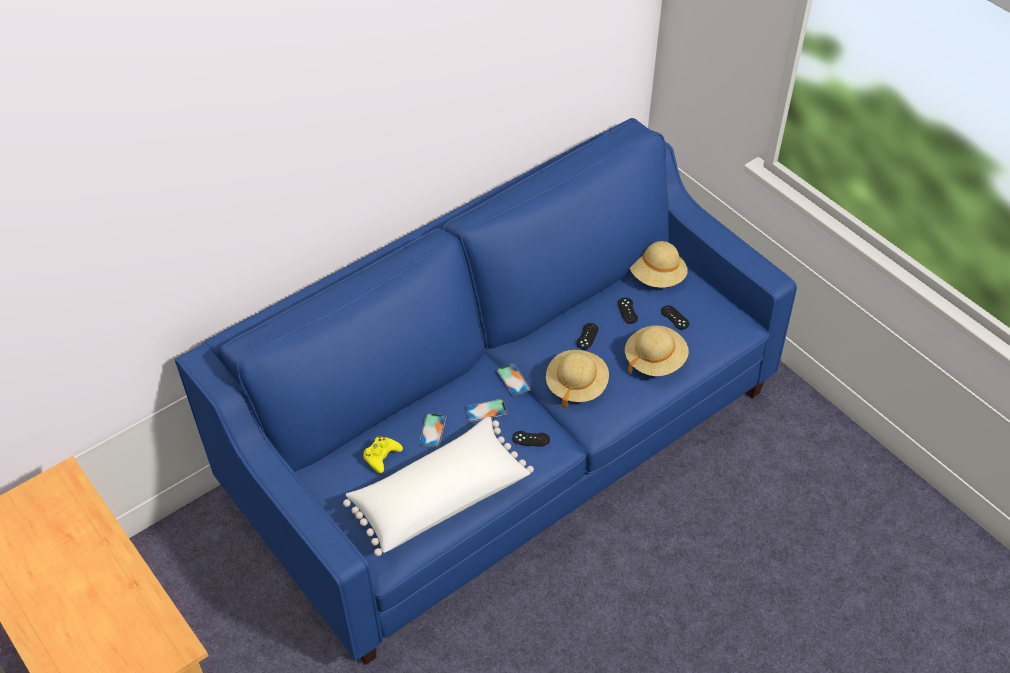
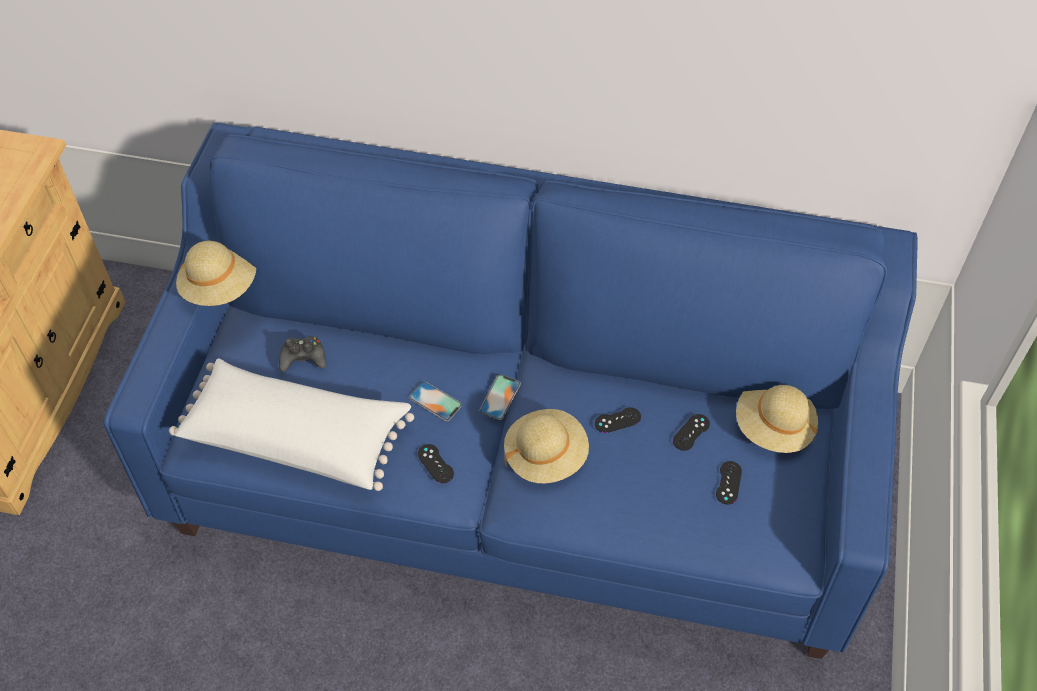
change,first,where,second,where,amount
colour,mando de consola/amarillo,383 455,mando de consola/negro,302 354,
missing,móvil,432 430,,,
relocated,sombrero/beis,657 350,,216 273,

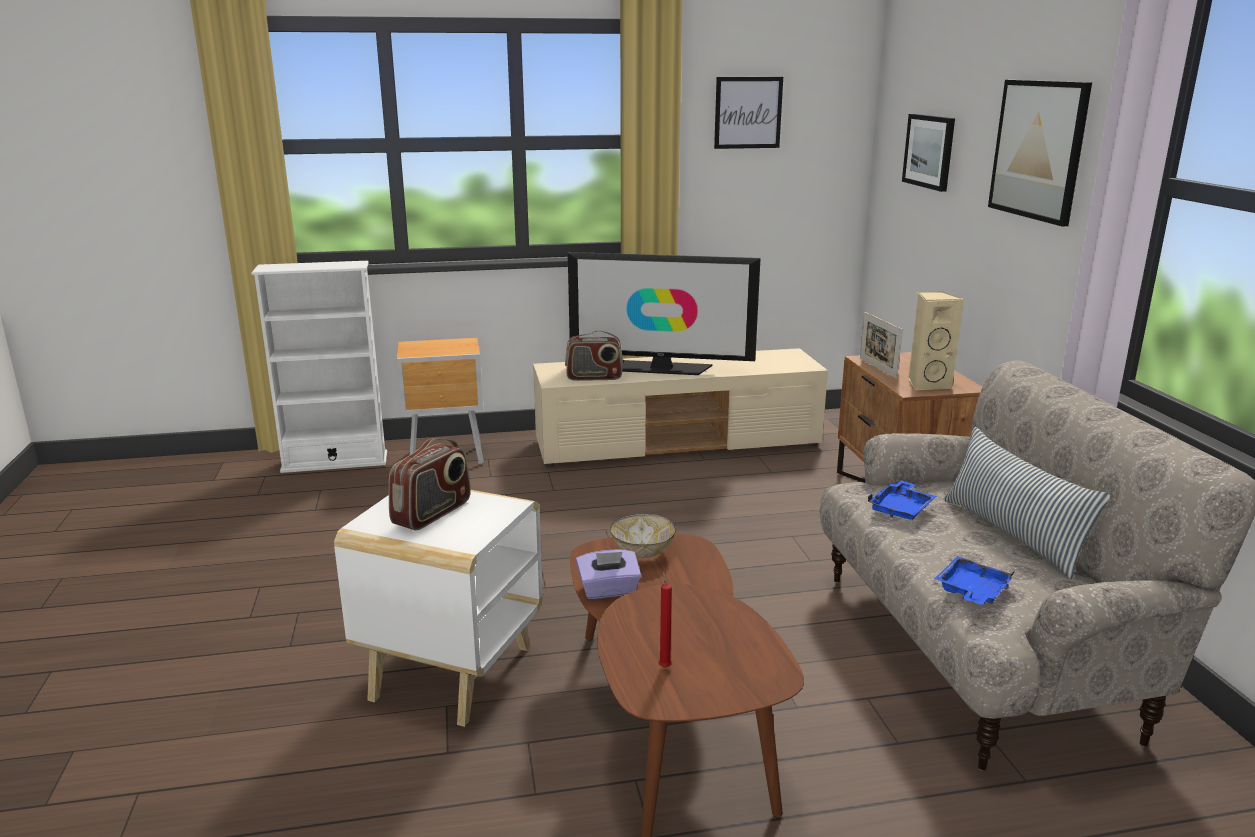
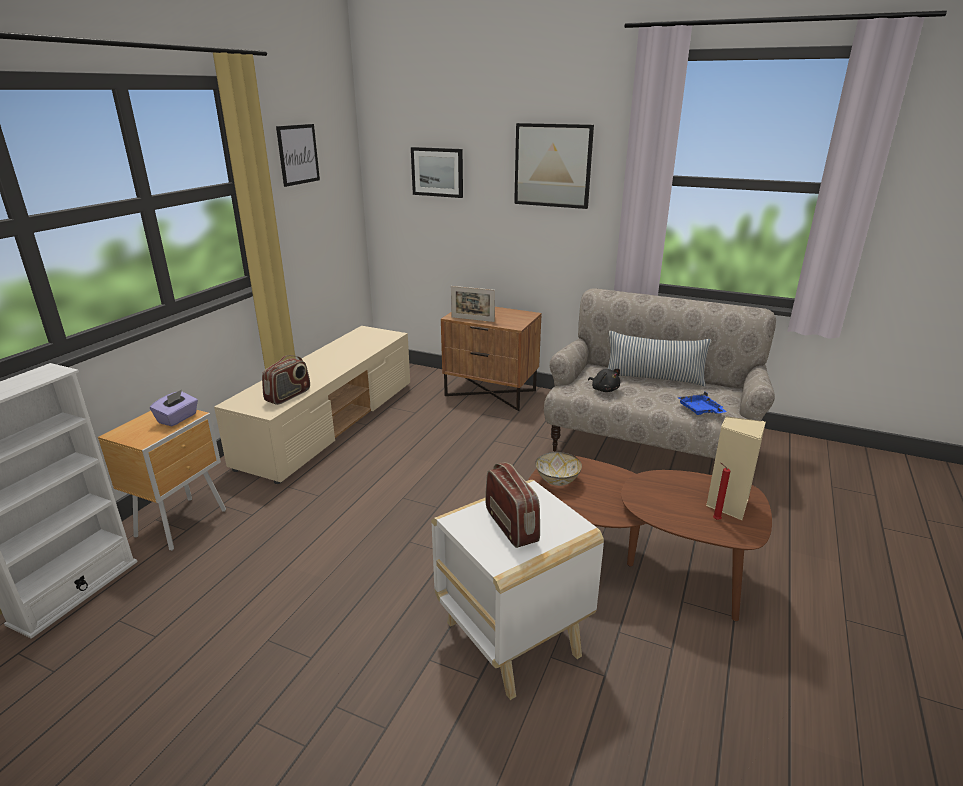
change,first,where,second,where,amount
missing,televisor,664 313,,,
relocated,caja de pañuelos/morado,608 574,,174 408,
exchanged,bandeja/azul,902 500,peluche/negro,604 380,
relocated,altavoz/beis,936 340,,736 468,

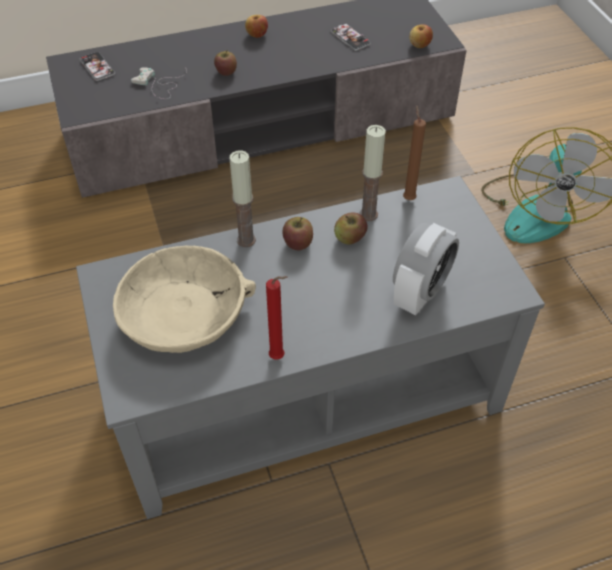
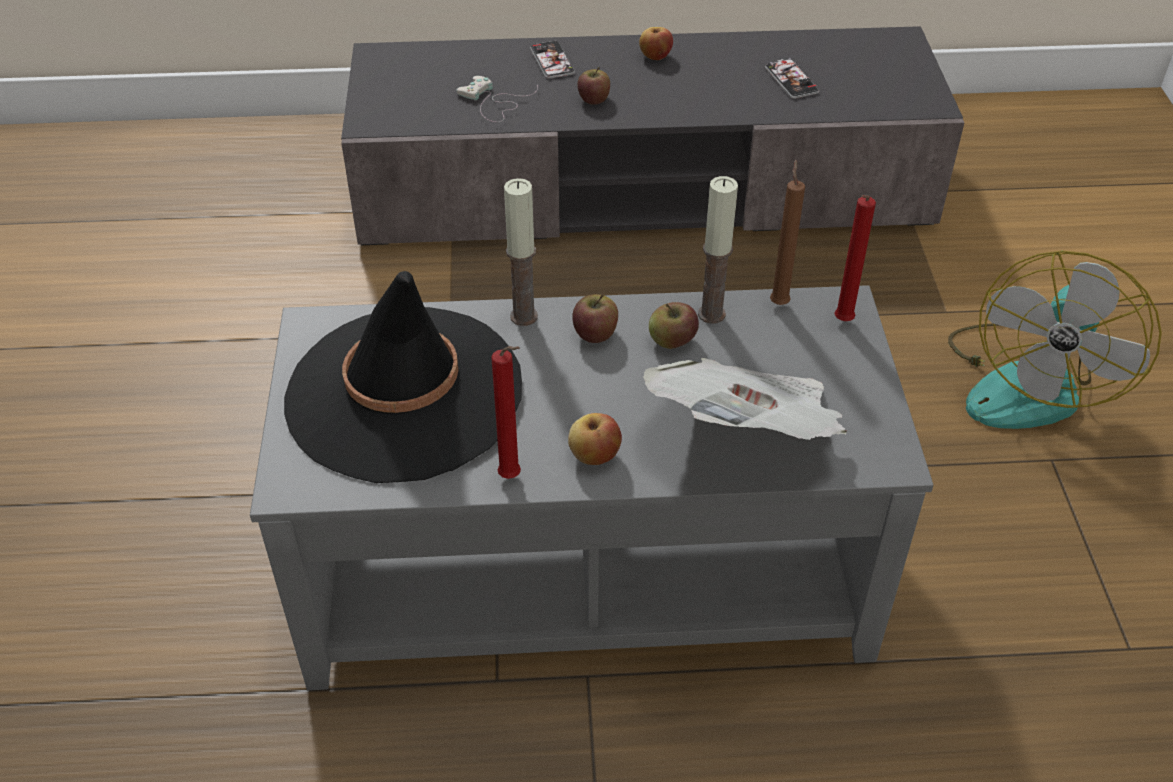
change,first,where,second,where,amount
relocated,móvil,97 66,,552 60,
exchanged,cuenco/beis,184 299,sombrero/negro,403 377,
exchanged,despertador,426 269,periódico,745 399,
relocated,manzana,421 36,,595 439,
appeared,,,vela/rojo,855 258,

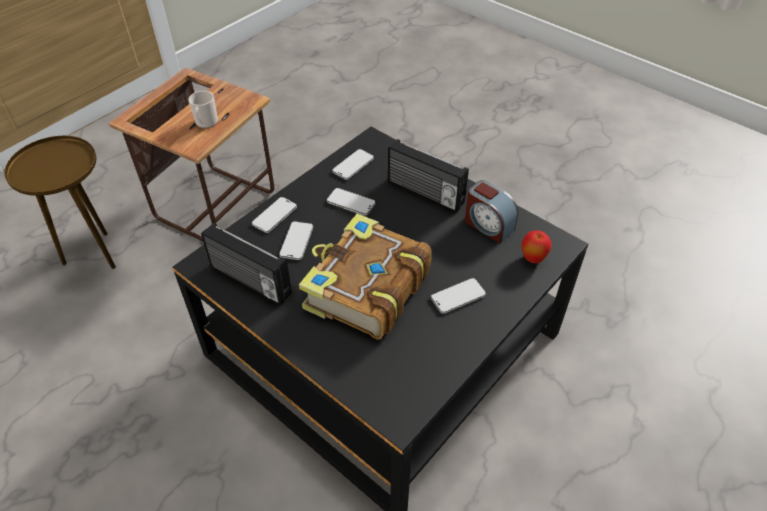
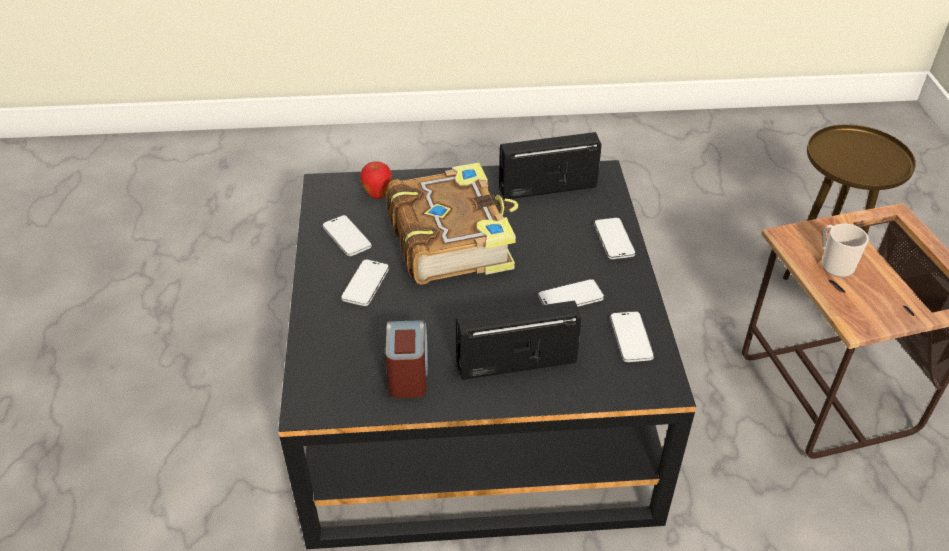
change,first,where,second,where,amount
relocated,móvil,296 240,,347 235,
spun,despertador,491 212,,406 359,90 degrees clockwise
relocated,manzana,537 247,,376 180,

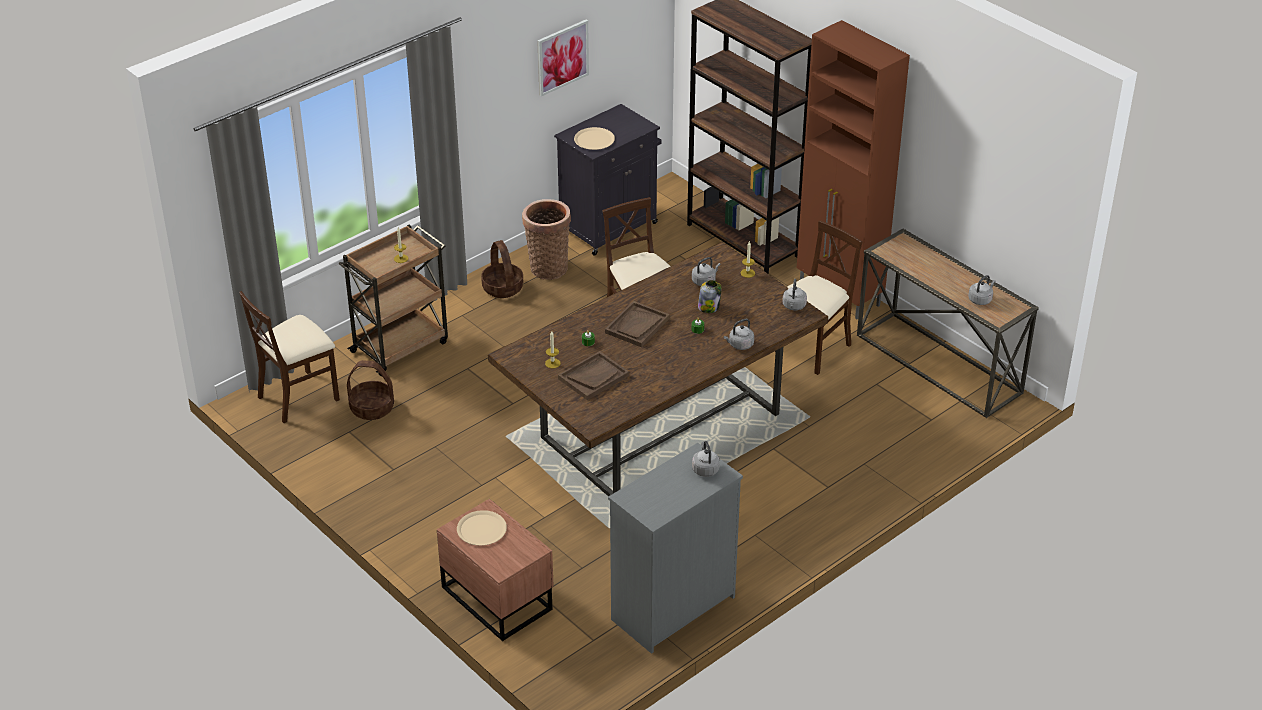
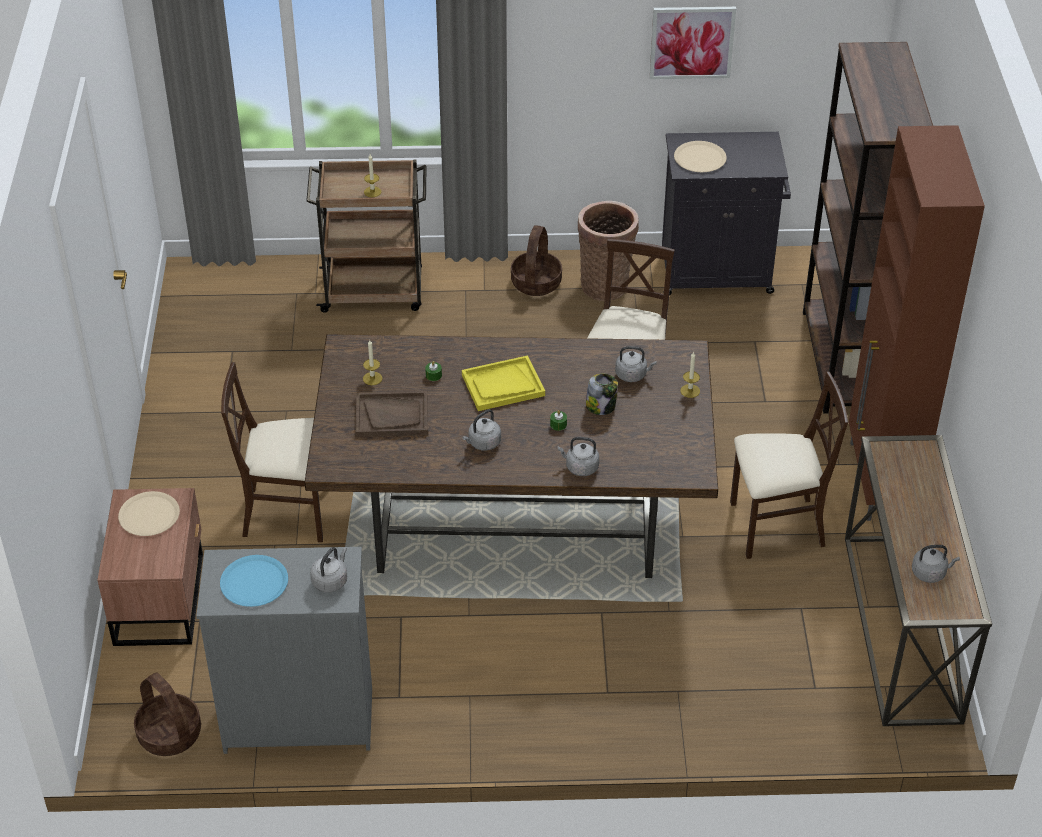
change,first,where,second,where,amount
relocated,silla/beis,289 357,,272 452,
relocated,cesta,370 390,,167 714,
colour,bandeja/marrón,637 324,bandeja/amarillo,503 383,
relocated,hervidor/gris,794 294,,481 430,
appeared,,,plato/azul,254 581,

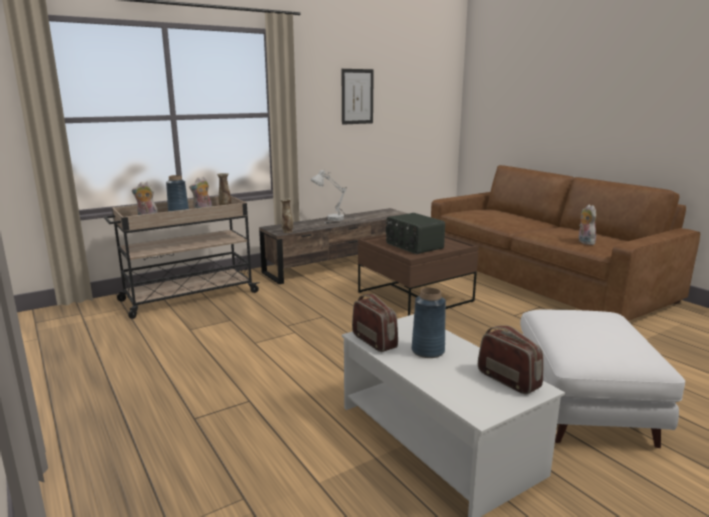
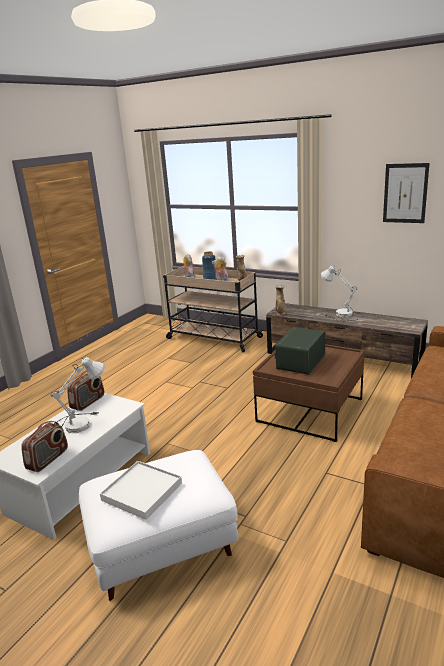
change,first,where,second,where,amount
exchanged,florero/azul,429 323,lámpara de mesa/blanco,78 395,
missing,peluche,587 224,,,
appeared,,,bandeja/blanco,141 490,

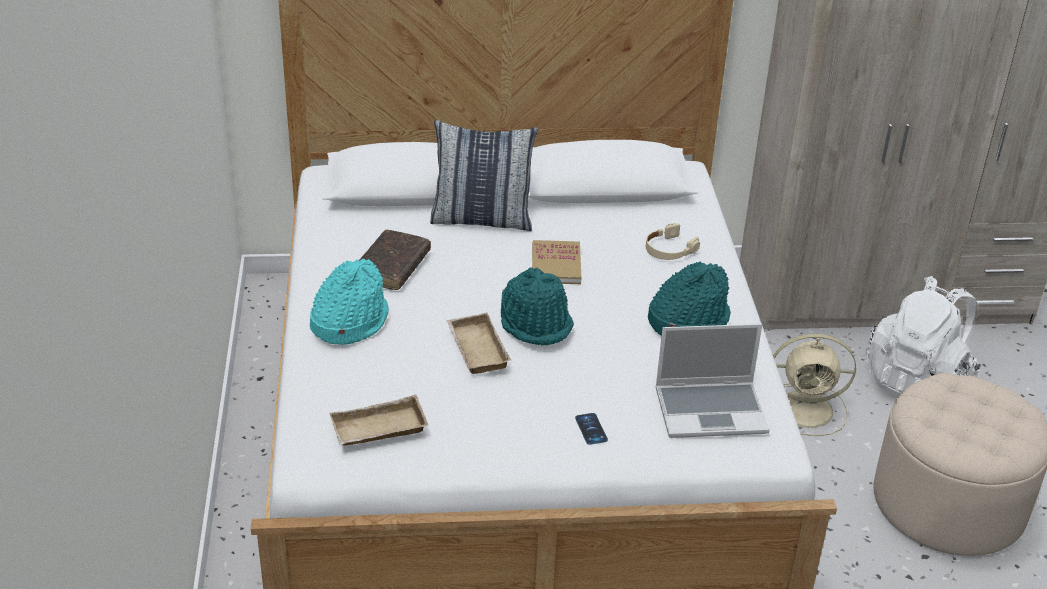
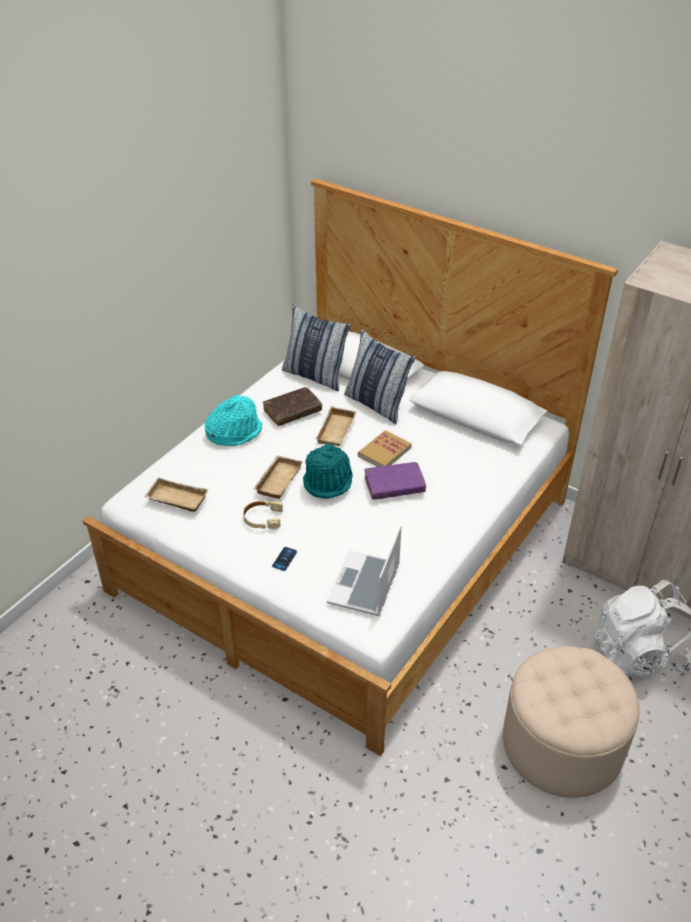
change,first,where,second,where,amount
relocated,auriculares/beis,673 241,,263 514,
missing,sombrero/turquesa,689 298,,,
spun,portátil,712 381,,364 570,75 degrees clockwise
missing,ventilador/beis,814 385,,,
appeared,,,cojín,316 347,
appeared,,,bandeja/beis,336 426,
appeared,,,libro/morado,395 480,

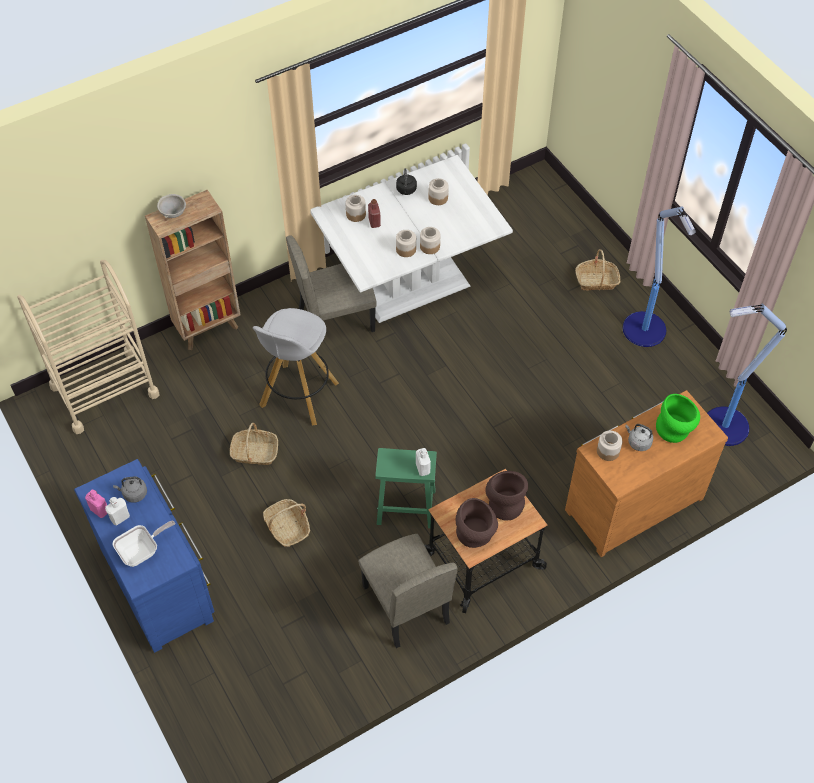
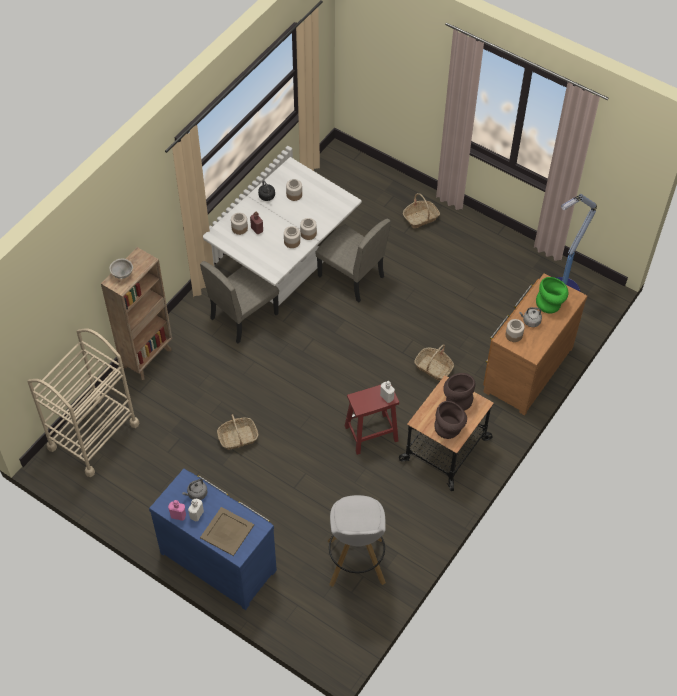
change,first,where,second,where,amount
exchanged,sartén,143 544,bandeja/beis,227 531,
relocated,taburete/blanco,296 366,,357 541,
relocated,cesta,286 523,,434 362,
relocated,silla/beis,408 591,,353 260,
colour,taburete/verde,406 488,taburete/rojo,372 420,
missing,lámpara de pie,659 276,,,

